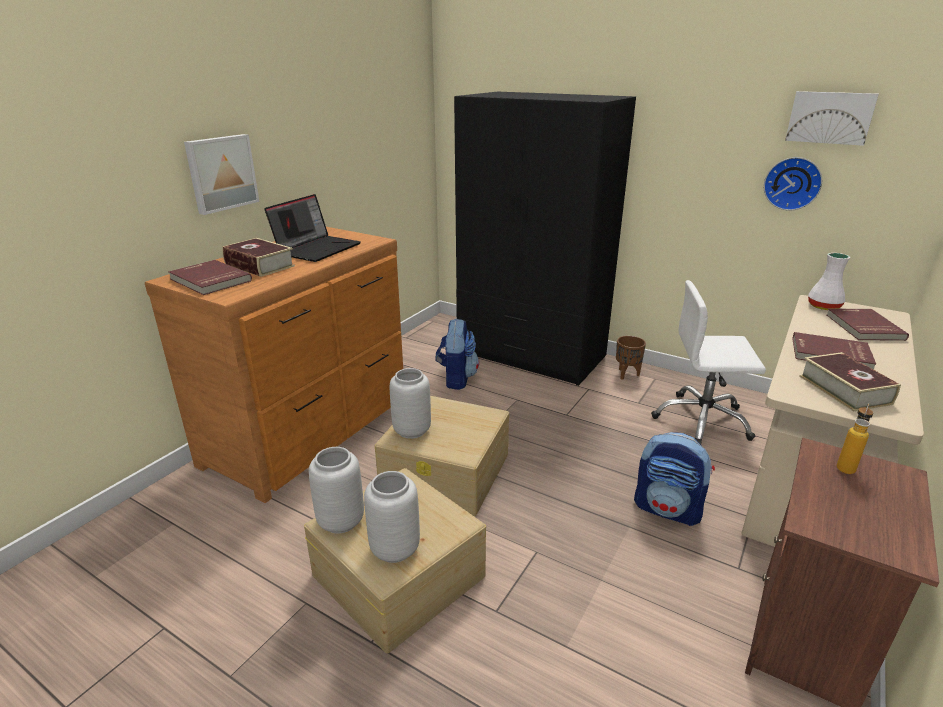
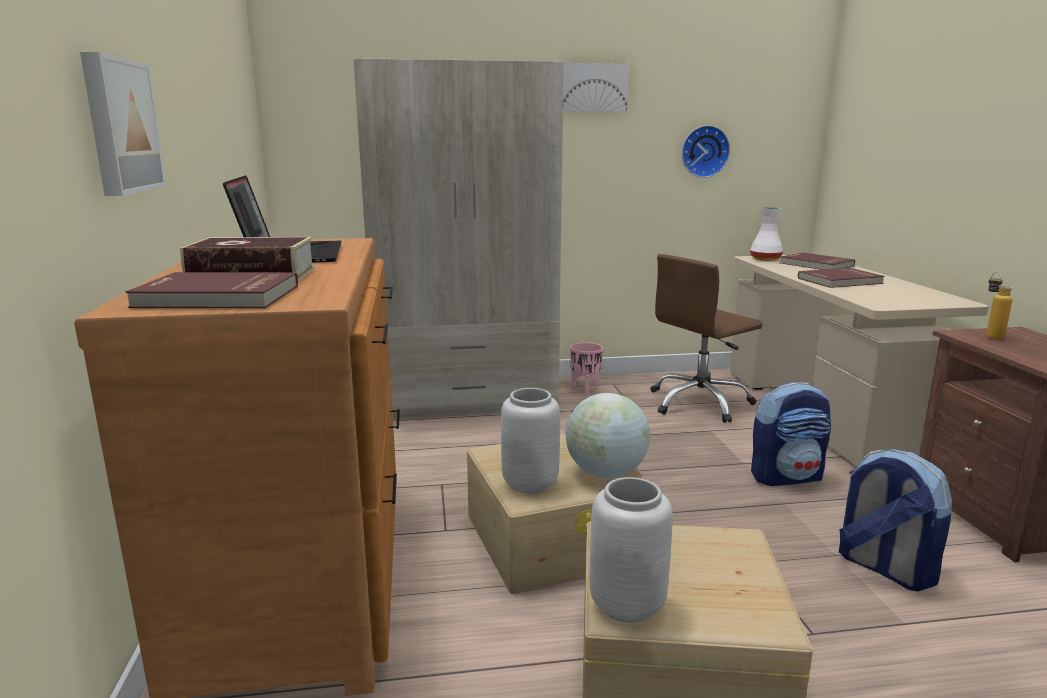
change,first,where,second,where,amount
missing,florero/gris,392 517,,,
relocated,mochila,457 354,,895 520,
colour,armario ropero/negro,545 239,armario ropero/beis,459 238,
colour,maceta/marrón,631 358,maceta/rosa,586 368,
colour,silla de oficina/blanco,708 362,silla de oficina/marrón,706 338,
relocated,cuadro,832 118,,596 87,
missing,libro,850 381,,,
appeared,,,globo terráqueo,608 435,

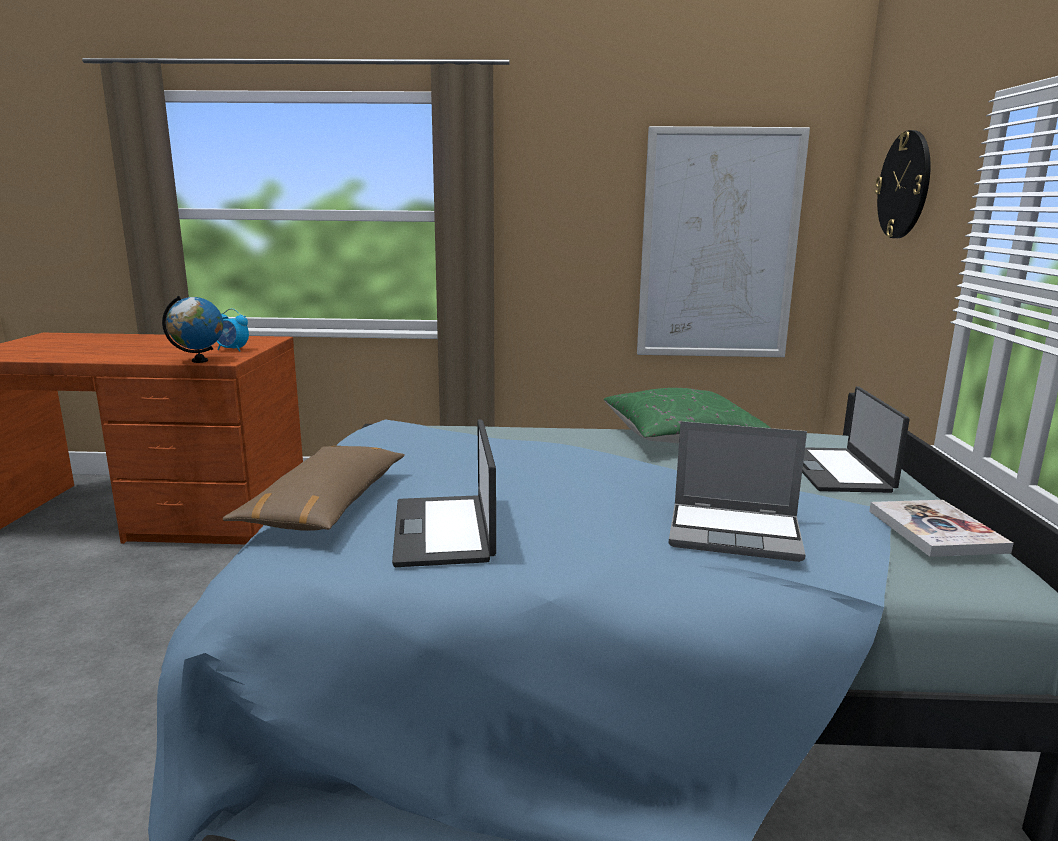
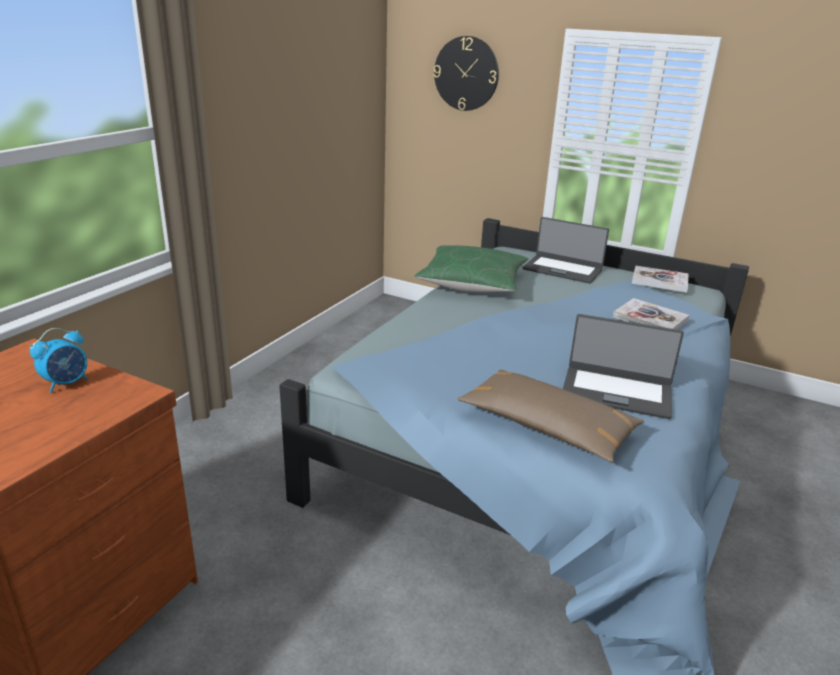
change,first,where,second,where,amount
missing,globo terráqueo,193 329,,,
missing,cuadro,723 241,,,
exchanged,portátil,738 491,libro,651 314,

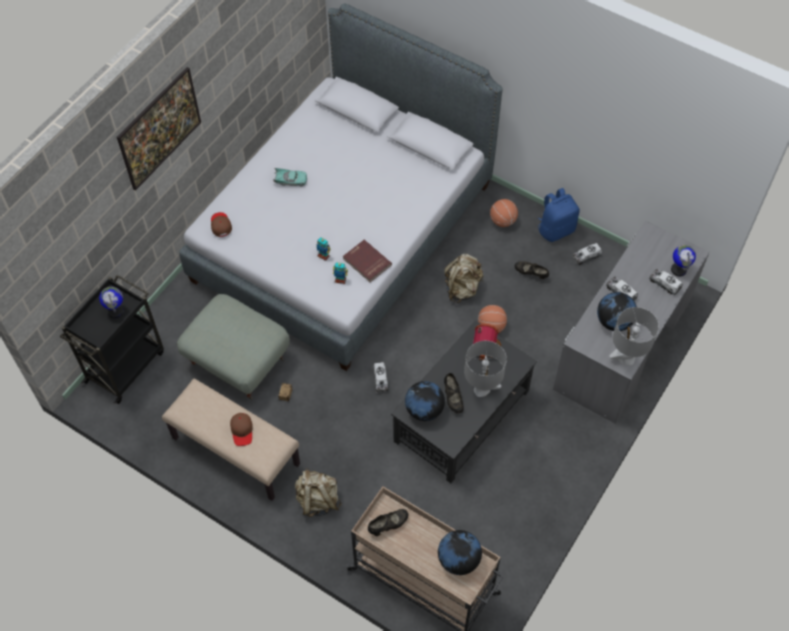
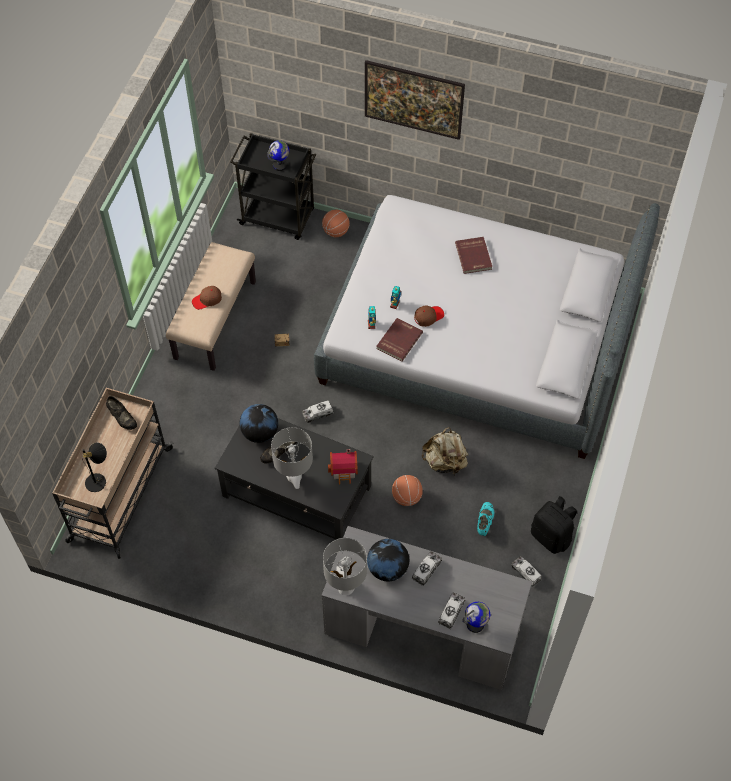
change,first,where,second,where,amount
missing,puf/gris,233 347,,,
relocated,gorra/marrón,221 224,,429 316,
exchanged,coche de juguete/turquesa,289 177,libro/rojo,473 255,
missing,mochila/beis,318 492,,,
exchanged,globo terráqueo,460 552,lámpara de mesa/negro,94 467,
relocated,balón de baloncesto,504 213,,336 223,
colour,zapato/negro,532 270,zapato/turquesa,486 519,
colour,mochila/azul,559 215,mochila/negro,554 525,

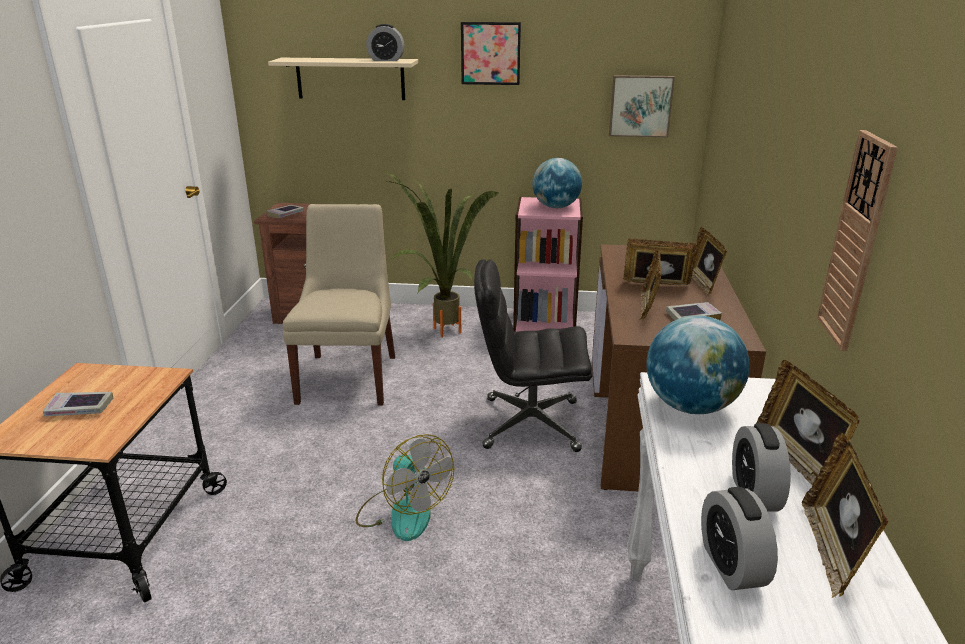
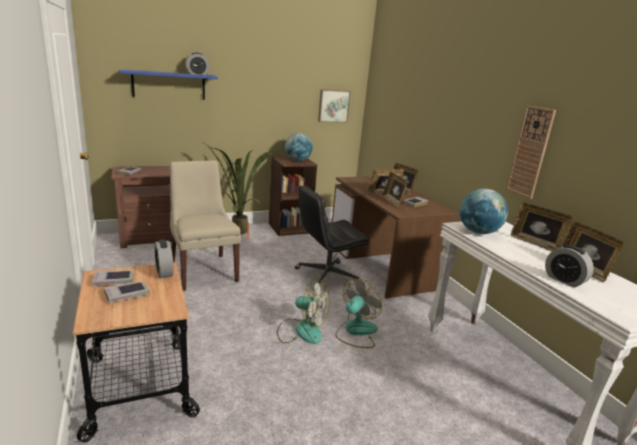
change,first,where,second,where,amount
colour,estante/beis,343 79,estante/azul,169 84,
missing,cuadro,491 53,,,
colour,estantería/rosa,548 264,estantería/marrón,293 196,
relocated,despertador,761 467,,164 258,
appeared,,,libro,113 278,
appeared,,,ventilador,358 313,

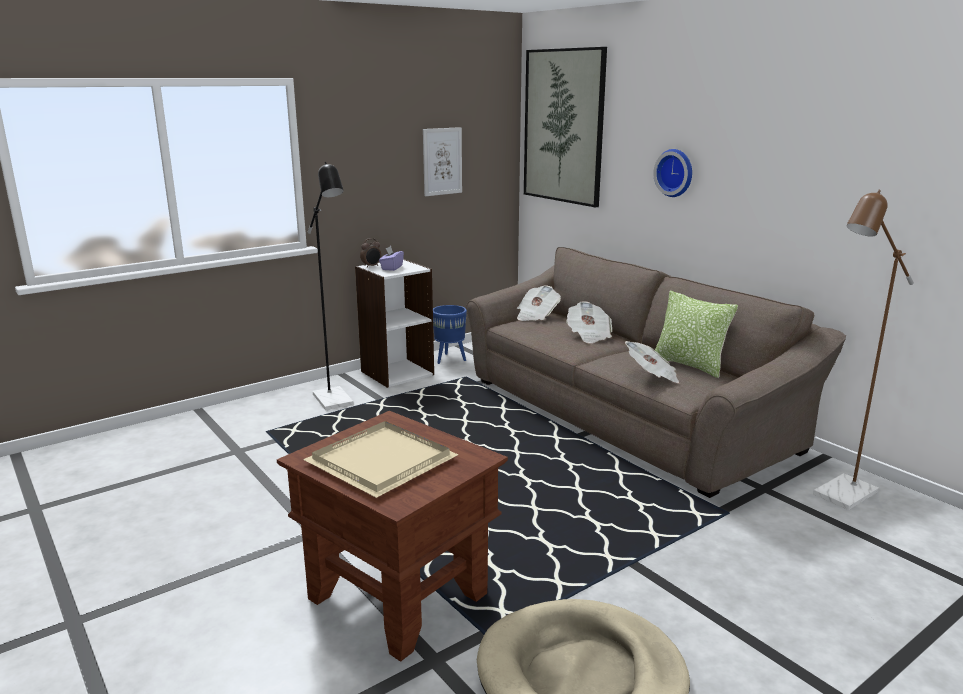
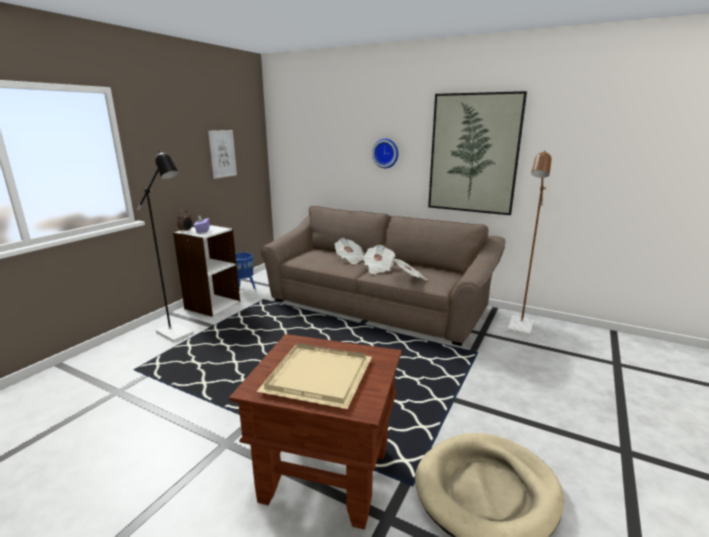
change,first,where,second,where,amount
relocated,periódico,539 303,,379 259,
relocated,cuadro,565 127,,477 153,
missing,cojín,696 334,,,

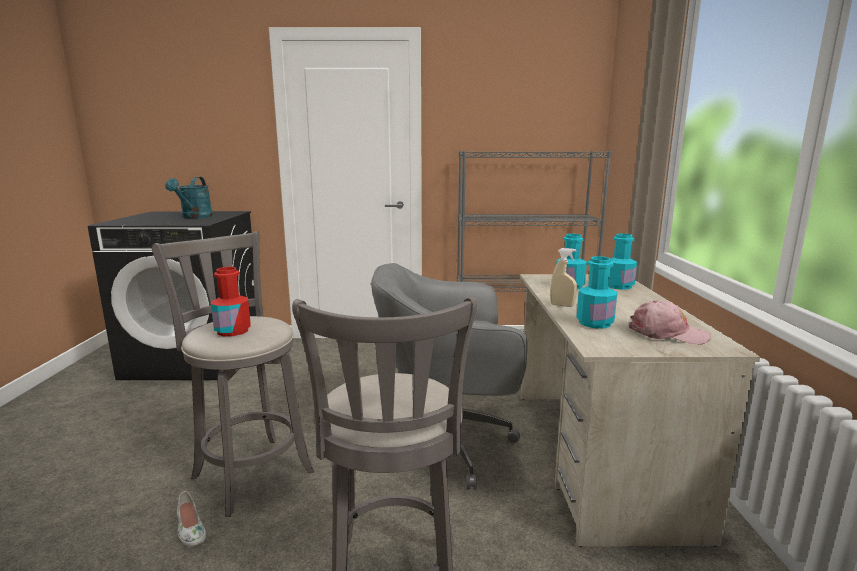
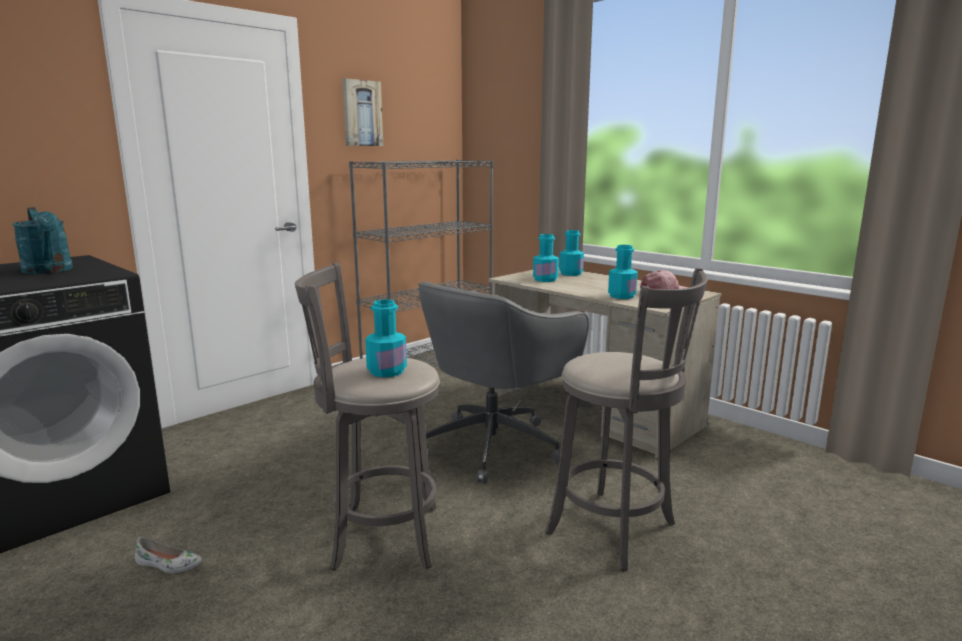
change,first,where,second,where,amount
relocated,zapato/blanco,191 519,,168 555,
colour,botella/rojo,231 301,botella/turquesa,386 338,
missing,pulverizador/beis,563 277,,,
appeared,,,cuadro,362 112,

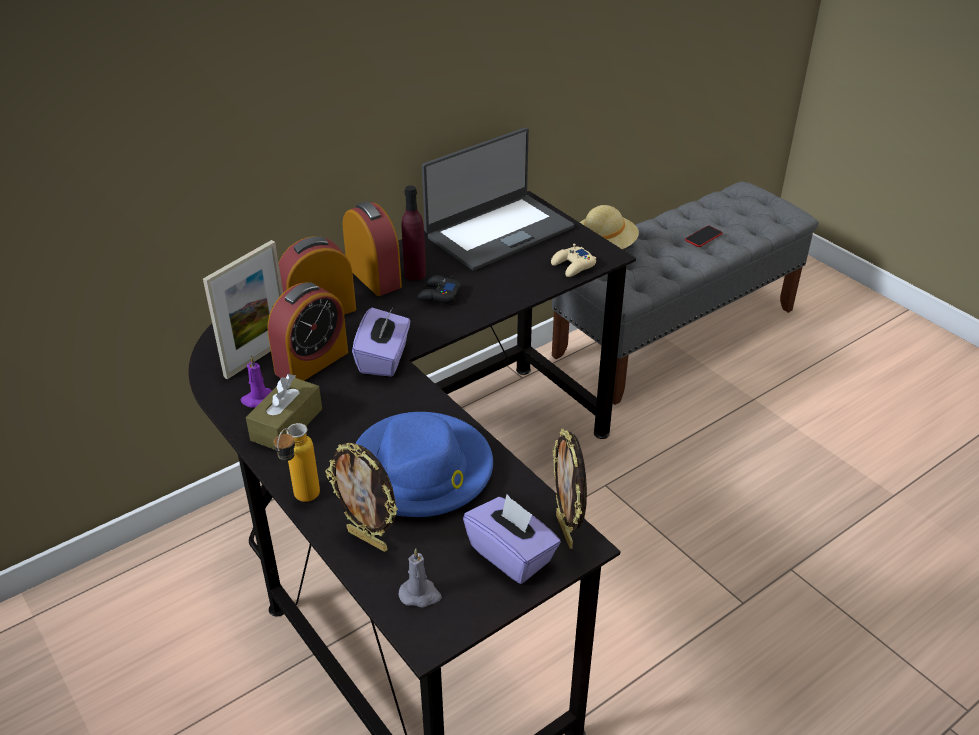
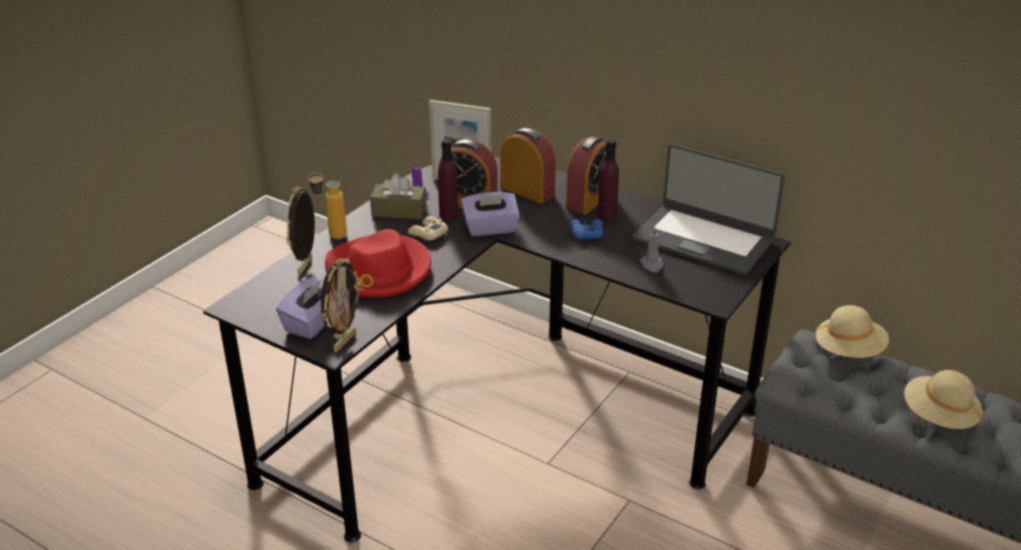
change,first,where,second,where,amount
colour,sombrero/azul,424 464,sombrero/rojo,378 263,
relocated,vela/gris,420 577,,651 250,
colour,mando de consola/negro,439 289,mando de consola/azul,587 229,
relocated,mando de consola/beis,573 260,,428 228,
spun,portarretratos,570 488,,341 305,150 degrees clockwise
exchanged,móvil,704 236,sombrero/beis,943 400,
appeared,,,botella/morado,448 180,

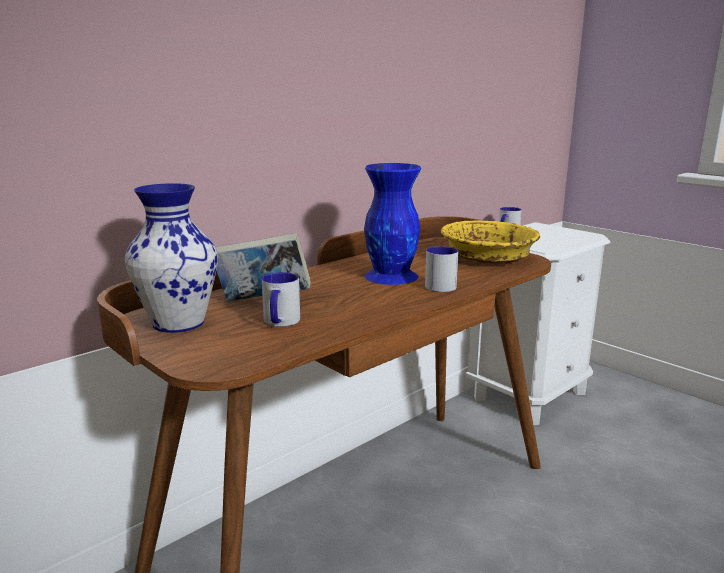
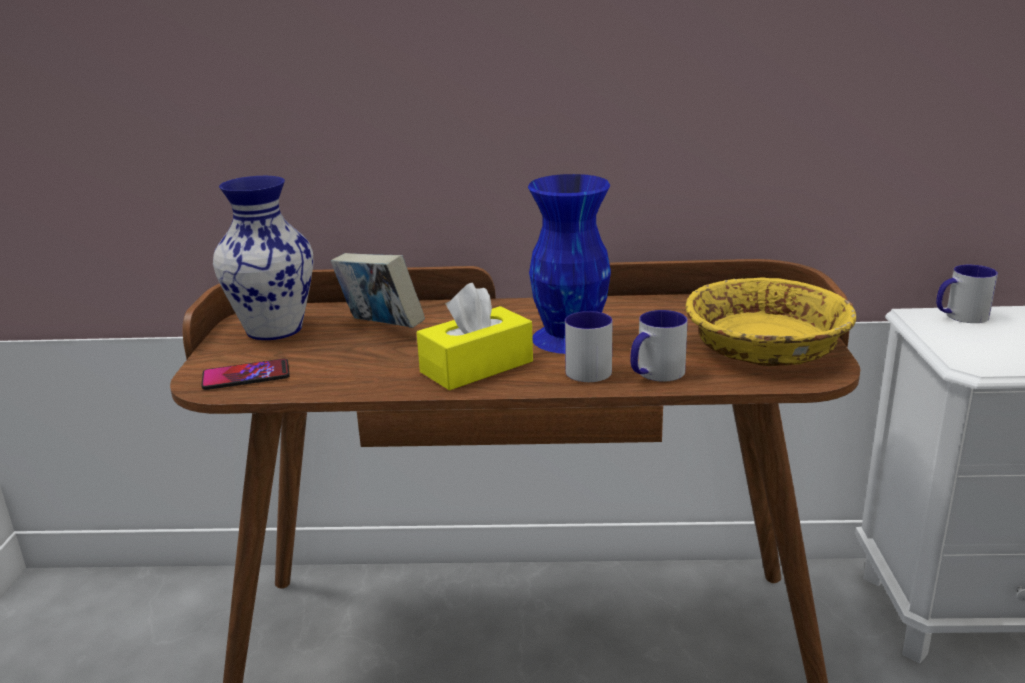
change,first,where,second,where,amount
relocated,taza grande,281 299,,659 346,
appeared,,,móvil,245 374,
appeared,,,caja de pañuelos/amarillo,475 336,

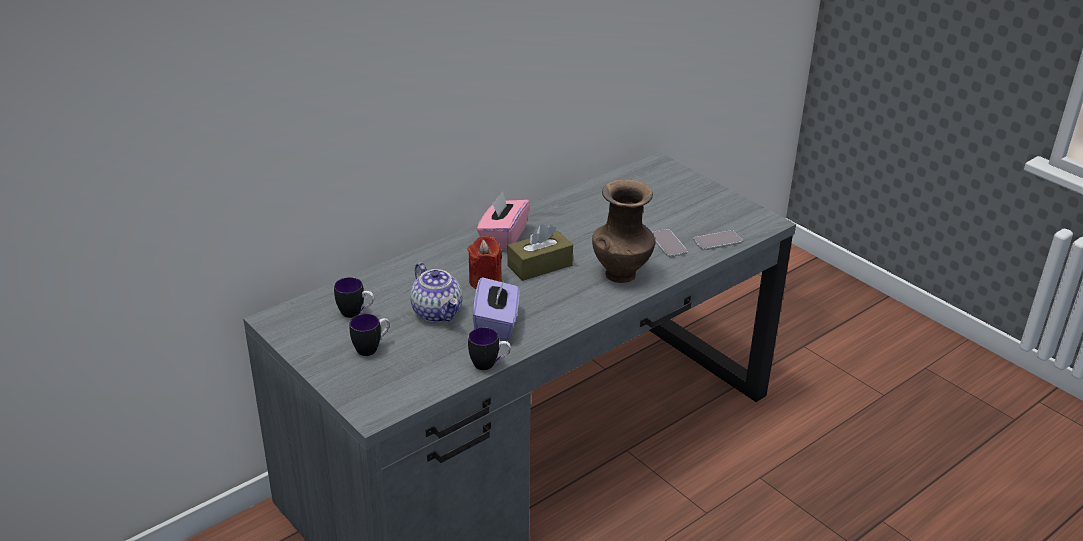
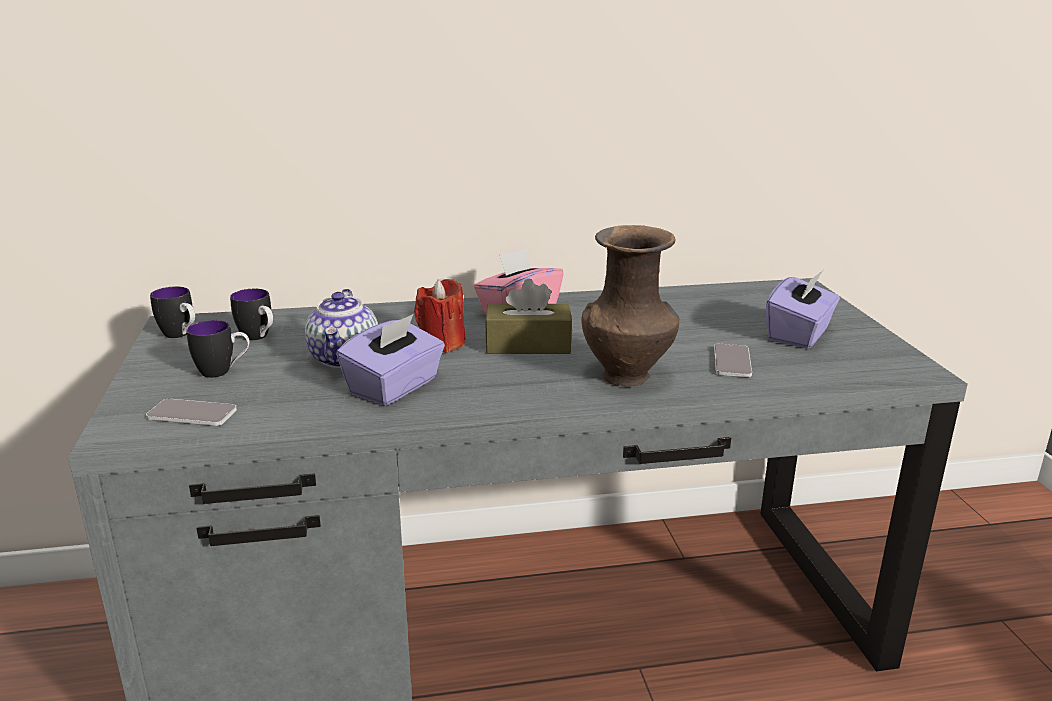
change,first,where,second,where,amount
relocated,taza grande,489 348,,172 312,
relocated,móvil,718 240,,191 412,
appeared,,,caja de pañuelos/morado,803 310,

